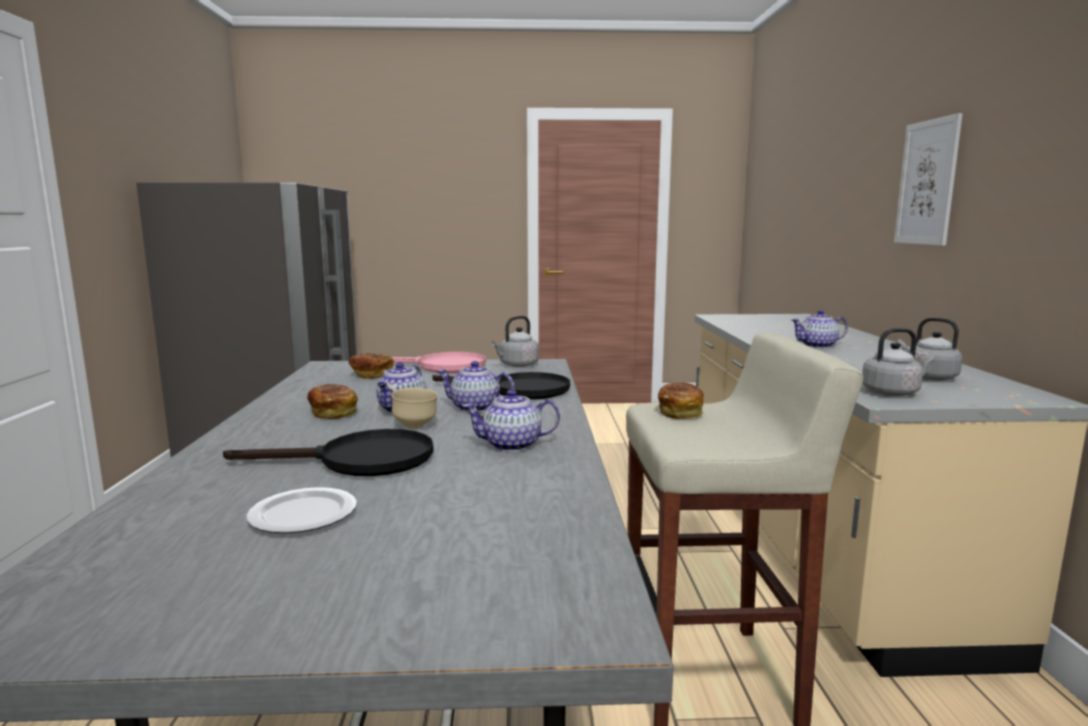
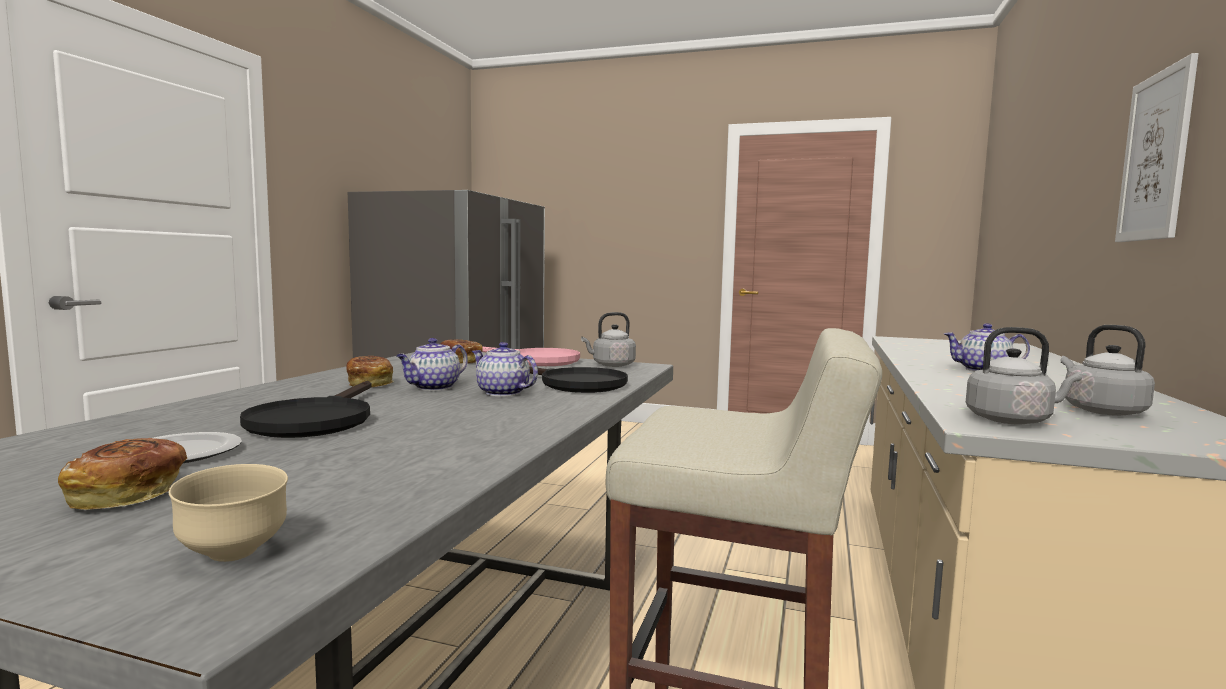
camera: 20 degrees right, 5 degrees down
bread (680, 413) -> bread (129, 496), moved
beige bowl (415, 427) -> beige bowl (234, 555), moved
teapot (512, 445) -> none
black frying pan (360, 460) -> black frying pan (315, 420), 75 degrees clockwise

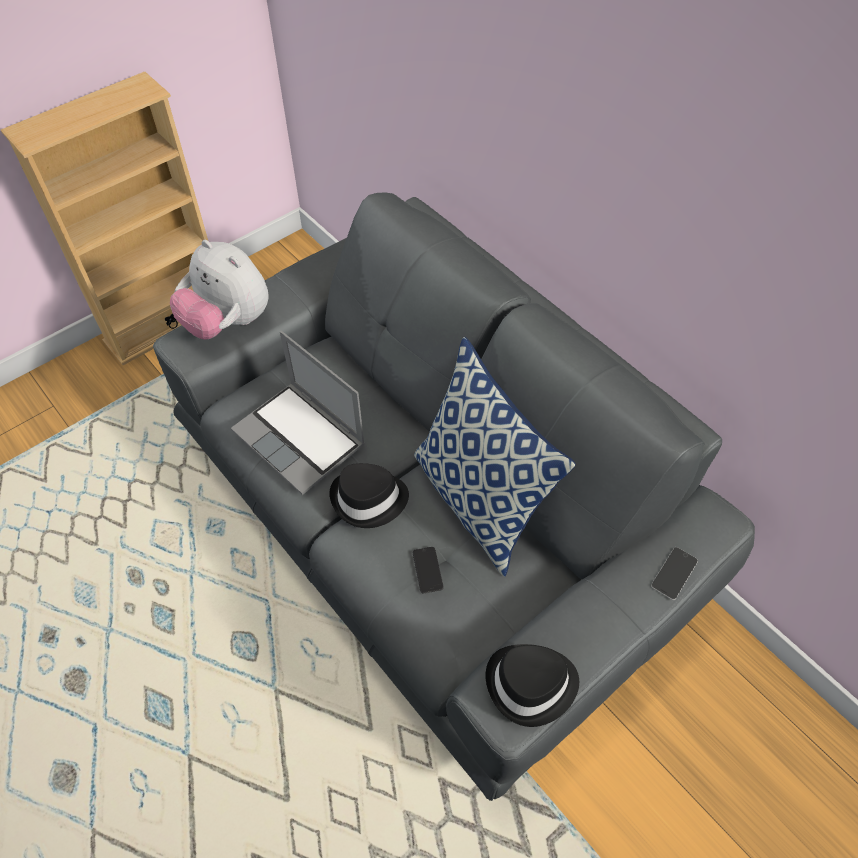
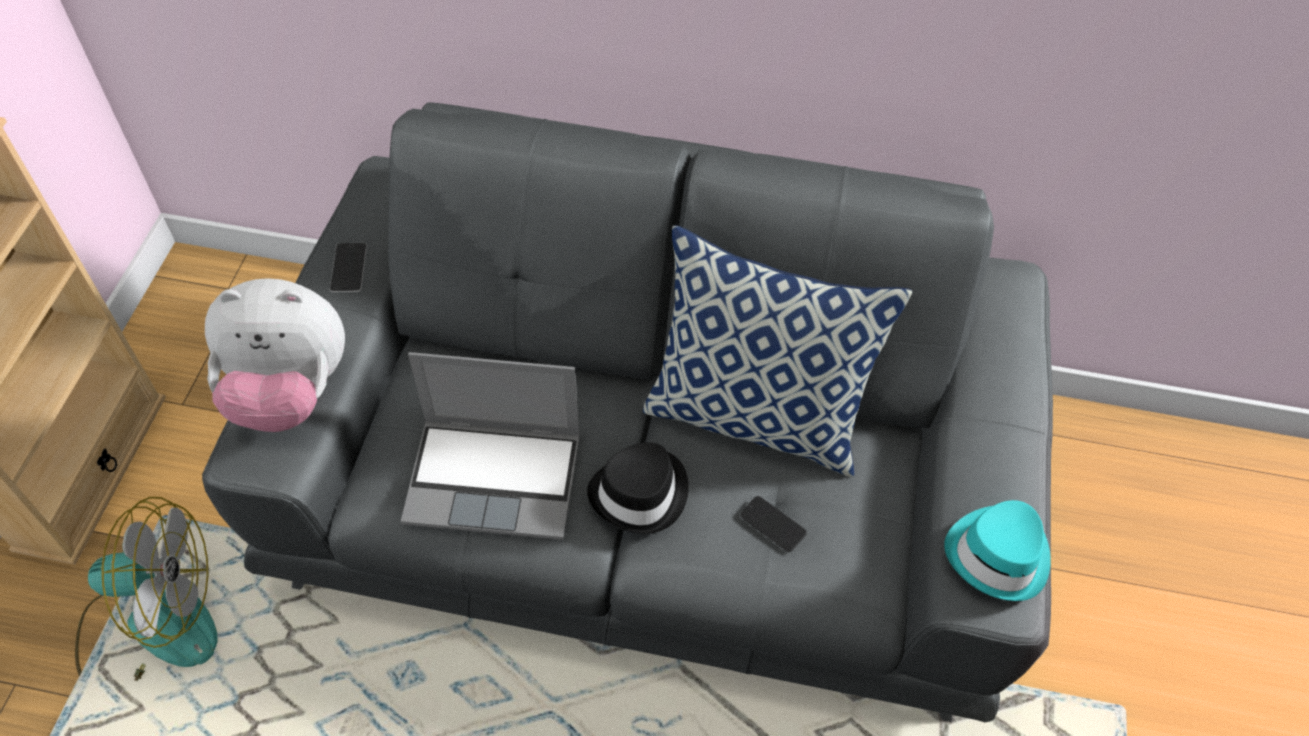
camera: 40 degrees left, 0 degrees up
phone (674, 573) -> phone (348, 267), moved
black hat (531, 685) -> turquoise hat (999, 555)
none -> fan (151, 626)

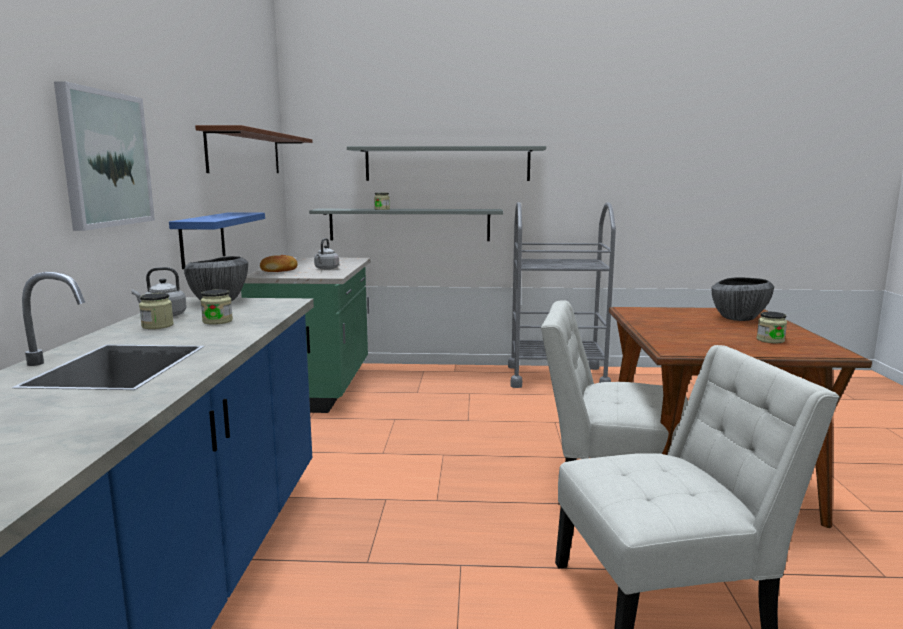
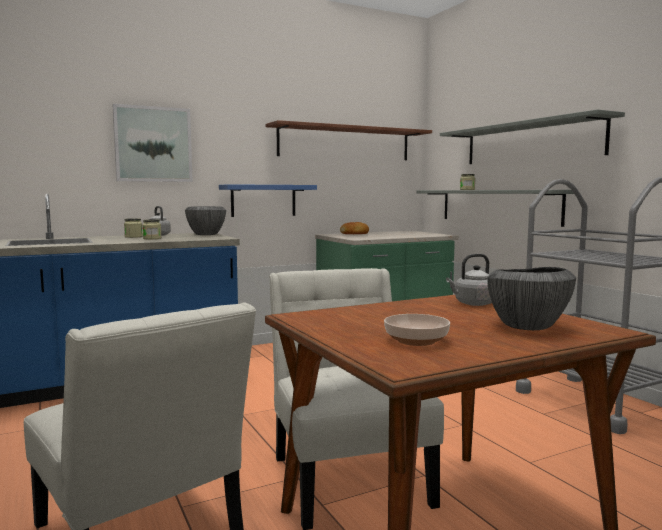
camera: 60 degrees right, 5 degrees down
grey kettle (326, 269) -> grey kettle (473, 304), moved
jar (770, 340) -> bowl (417, 340)

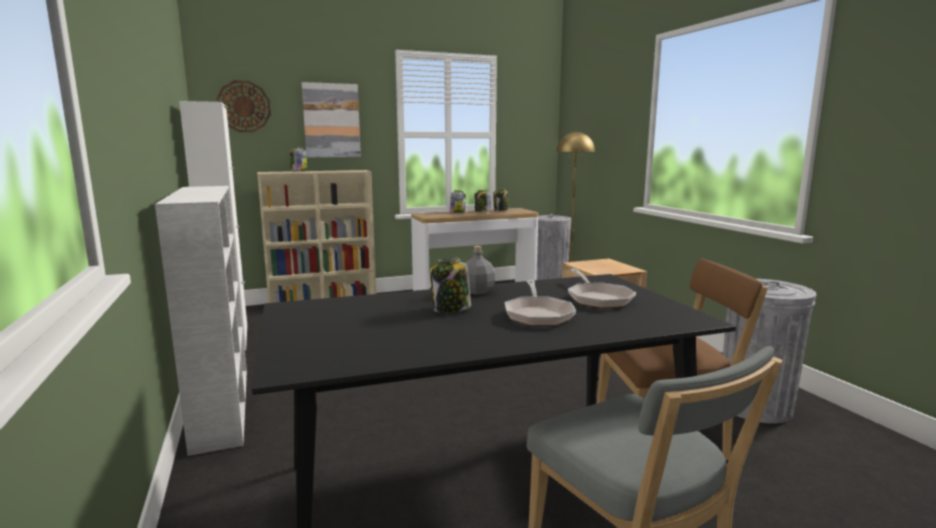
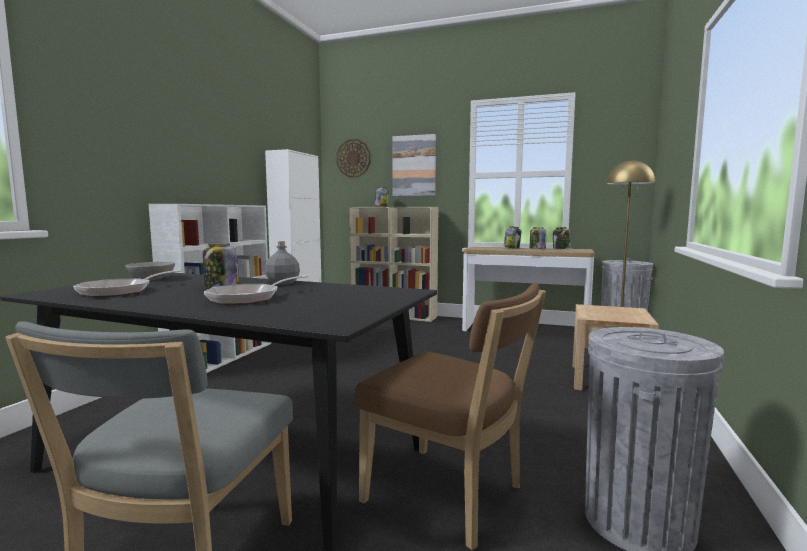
camera: 40 degrees right, 5 degrees down
frying pan (598, 298) -> frying pan (120, 291), moved
none -> grey bowl (151, 279)

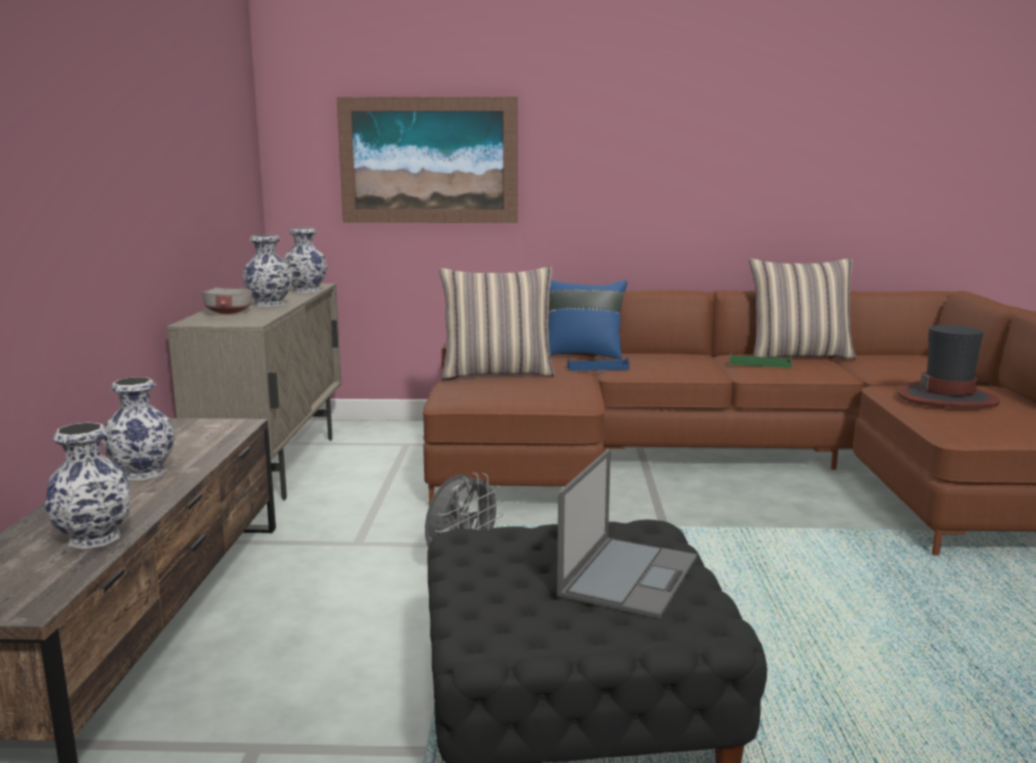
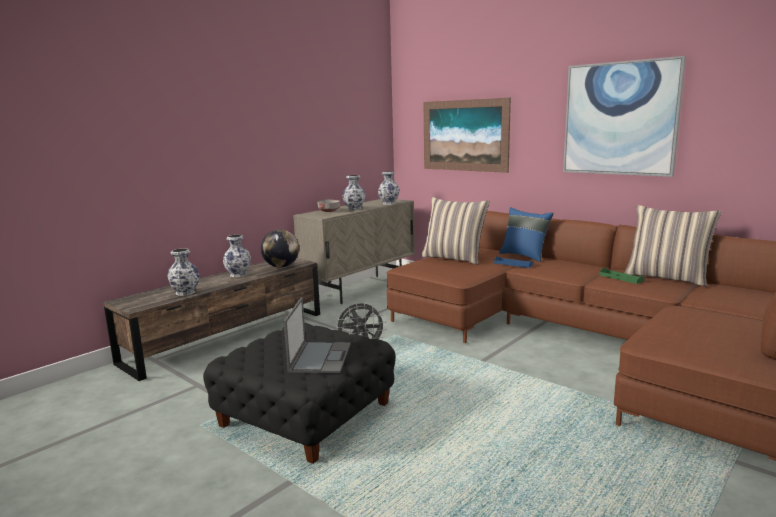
camera: 40 degrees right, 0 degrees up
hat (947, 398) -> none
laptop (629, 575) -> laptop (320, 357), 60 degrees counterclockwise
none -> picture (620, 119)
none -> globe (281, 266)

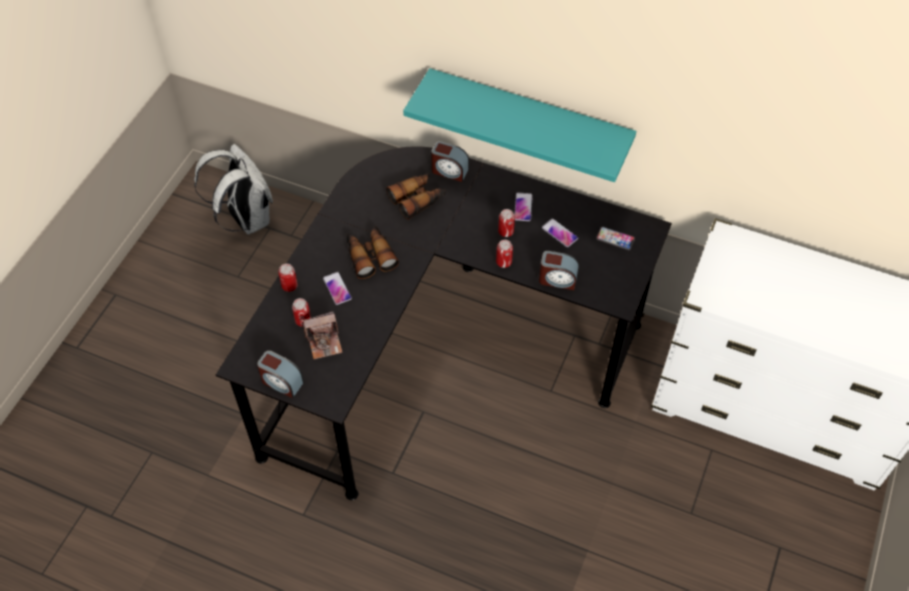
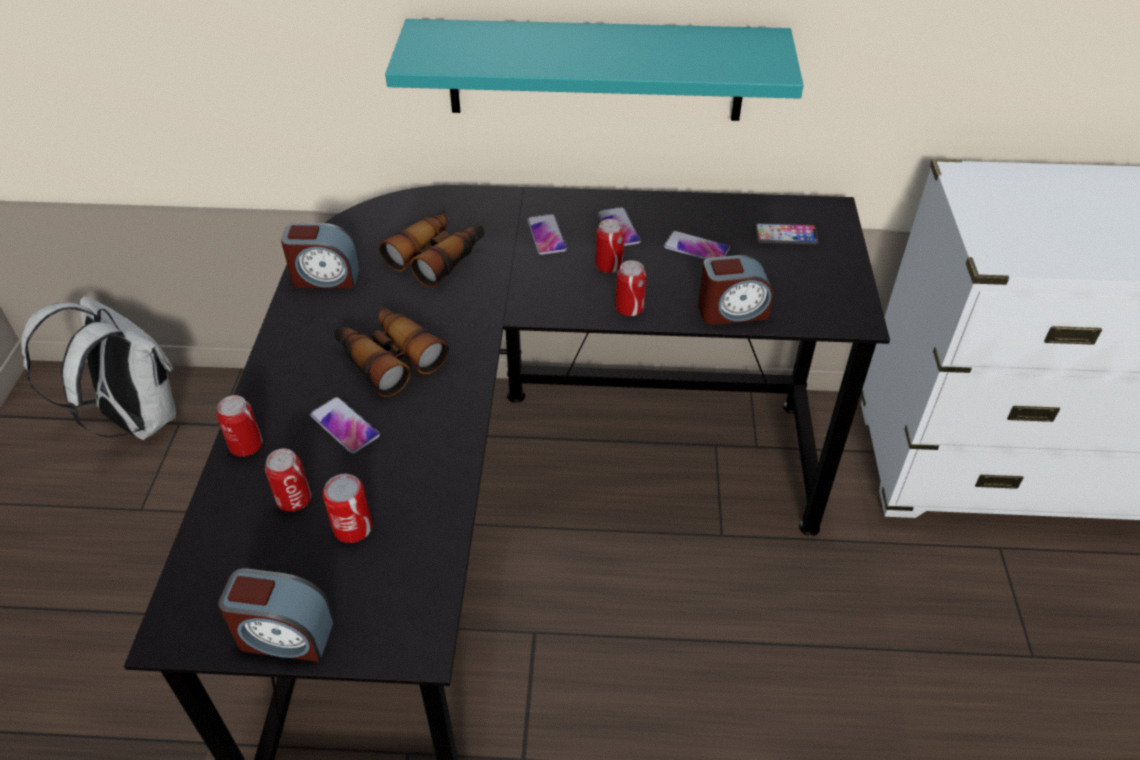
camera: 20 degrees left, 10 degrees down
alarm clock (449, 171) -> alarm clock (325, 277), moved
photo camera (324, 342) -> can (353, 528)
none -> phone (546, 235)

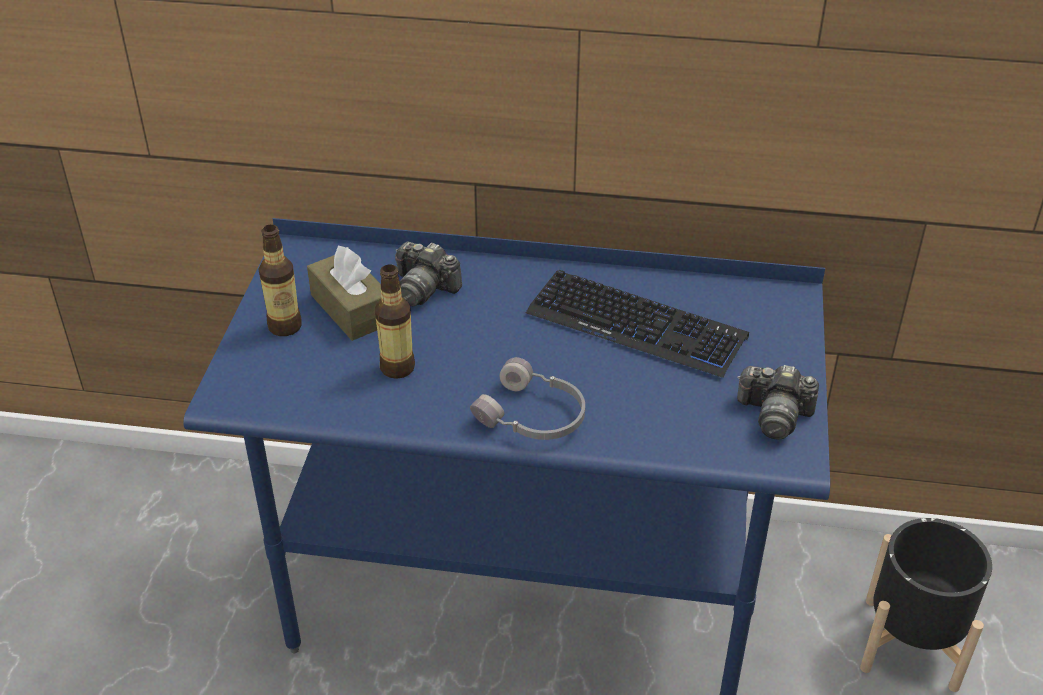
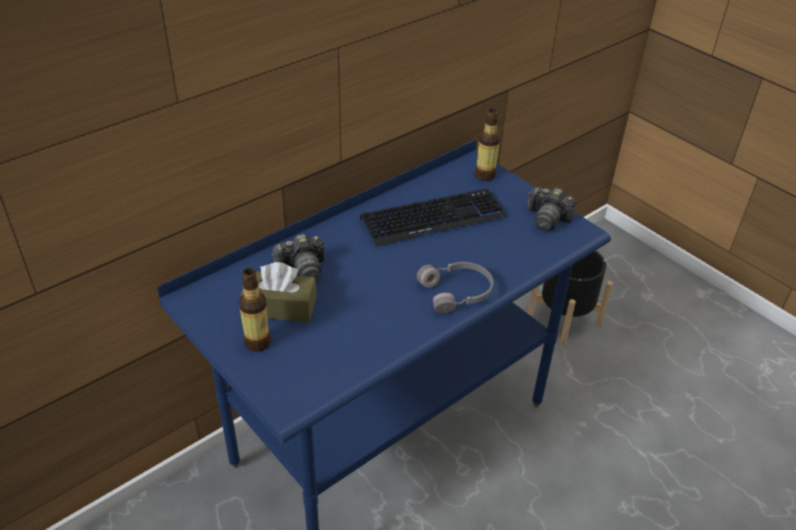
camera: 50 degrees left, 0 degrees up
bottle (397, 367) -> bottle (485, 175), moved
photo camera (774, 415) -> photo camera (547, 219), 60 degrees clockwise

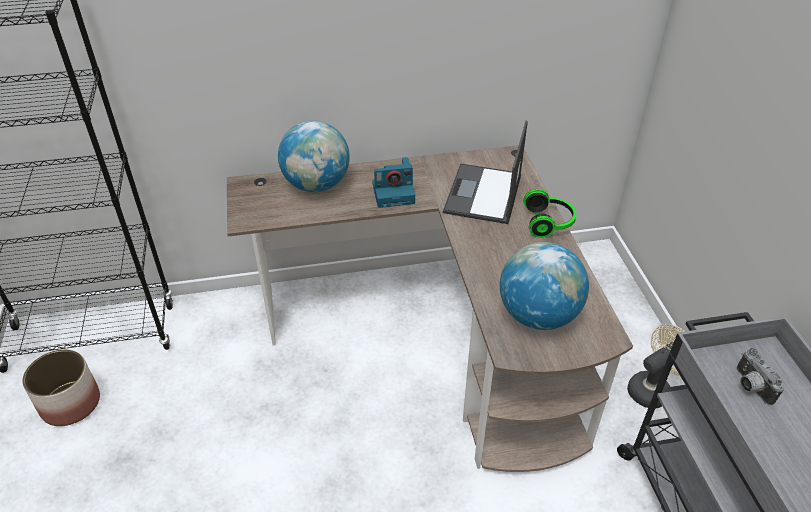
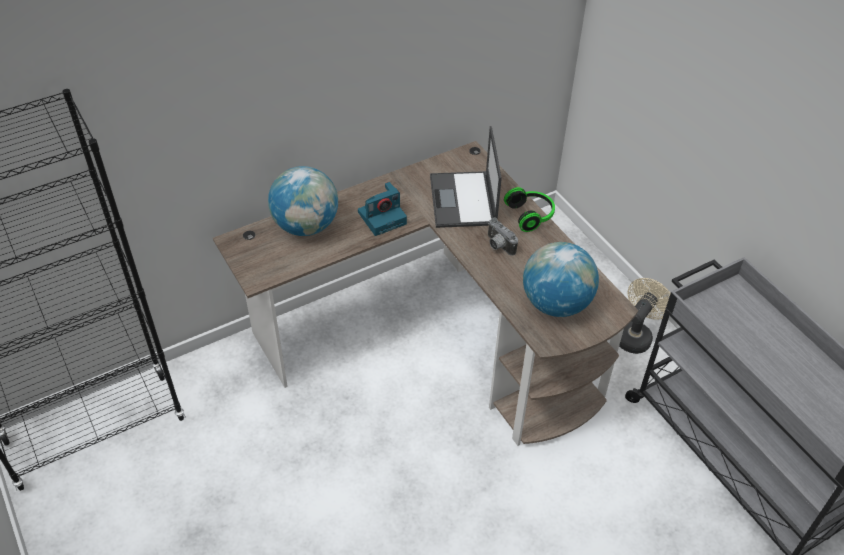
camera: 20 degrees left, 5 degrees up
photo camera (750, 386) -> photo camera (498, 246), moved
planter (70, 403) -> none

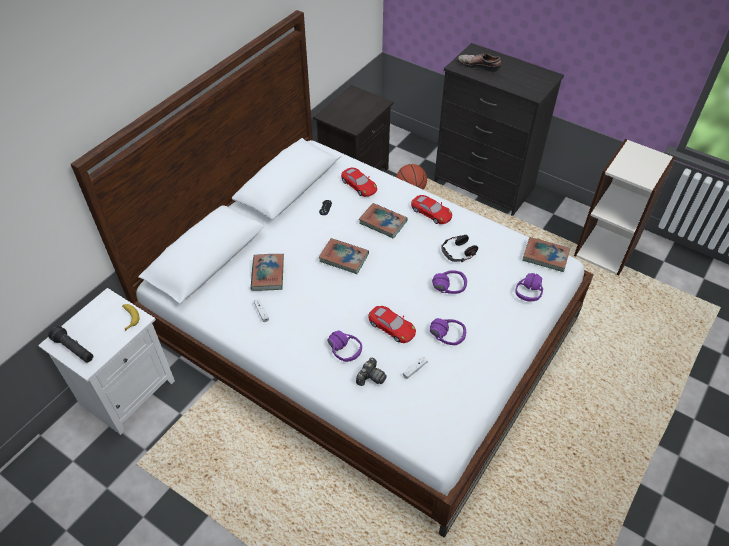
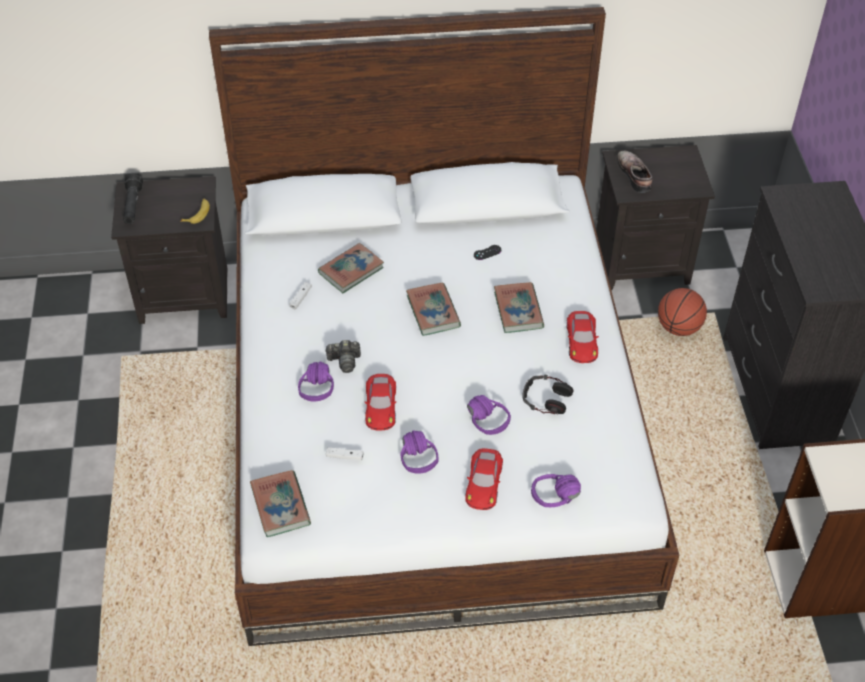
camera: 50 degrees right, 0 degrees up
shoe (479, 65) -> shoe (636, 175), moved
red toy car (359, 185) -> red toy car (484, 482), moved
book (545, 256) -> book (280, 506), moved
white nightstand (128, 391) -> black nightstand (185, 294)
photo camera (370, 377) -> photo camera (344, 361), moved

